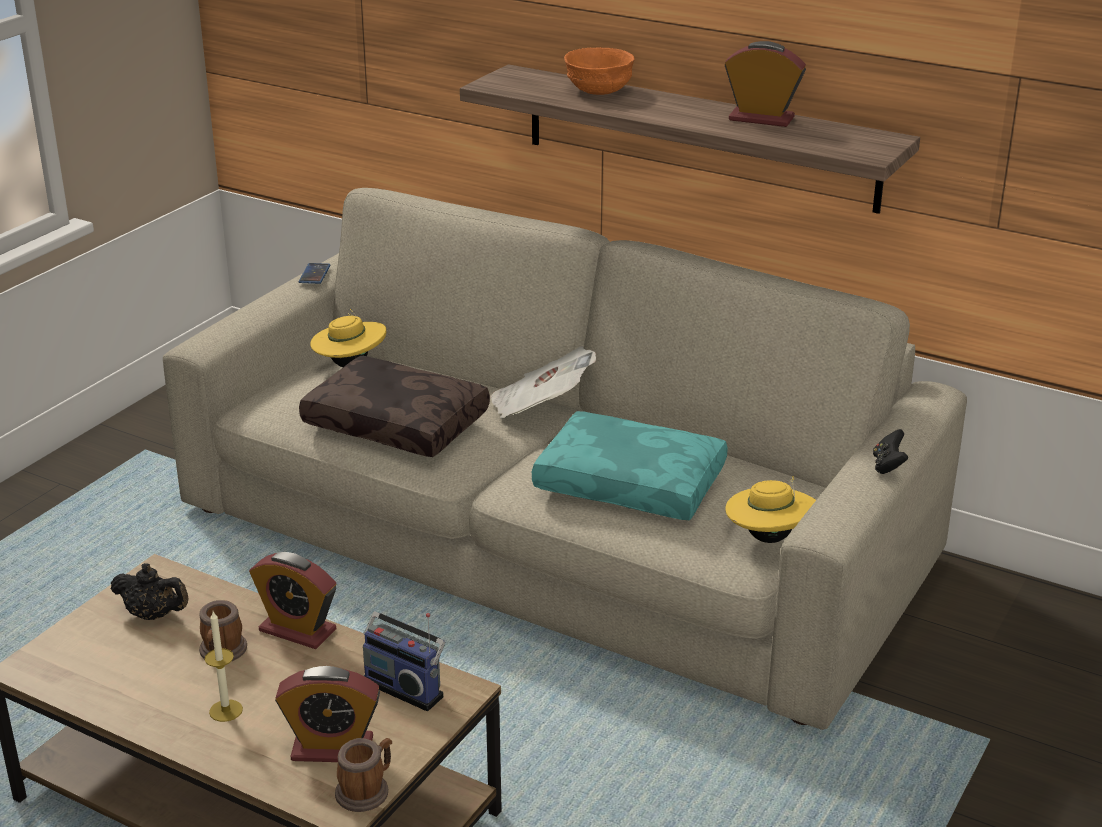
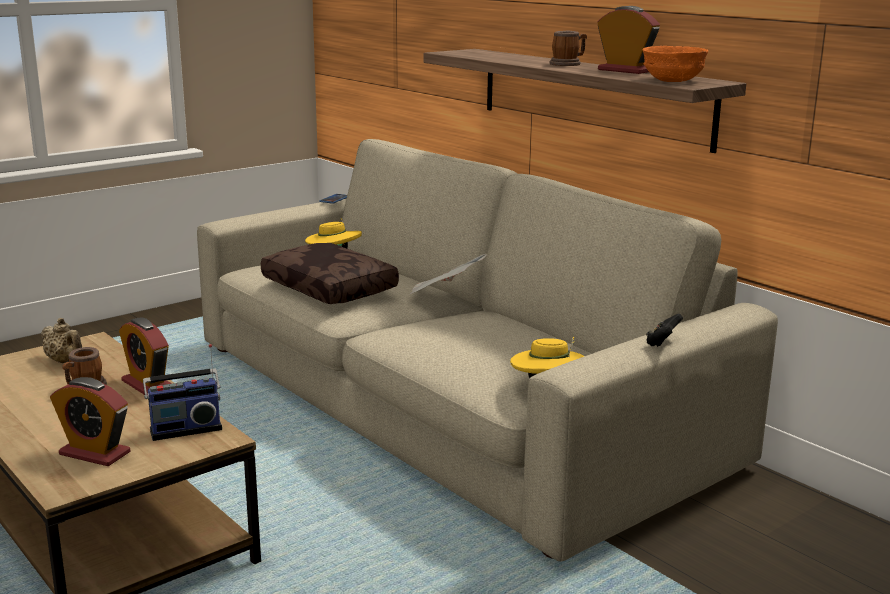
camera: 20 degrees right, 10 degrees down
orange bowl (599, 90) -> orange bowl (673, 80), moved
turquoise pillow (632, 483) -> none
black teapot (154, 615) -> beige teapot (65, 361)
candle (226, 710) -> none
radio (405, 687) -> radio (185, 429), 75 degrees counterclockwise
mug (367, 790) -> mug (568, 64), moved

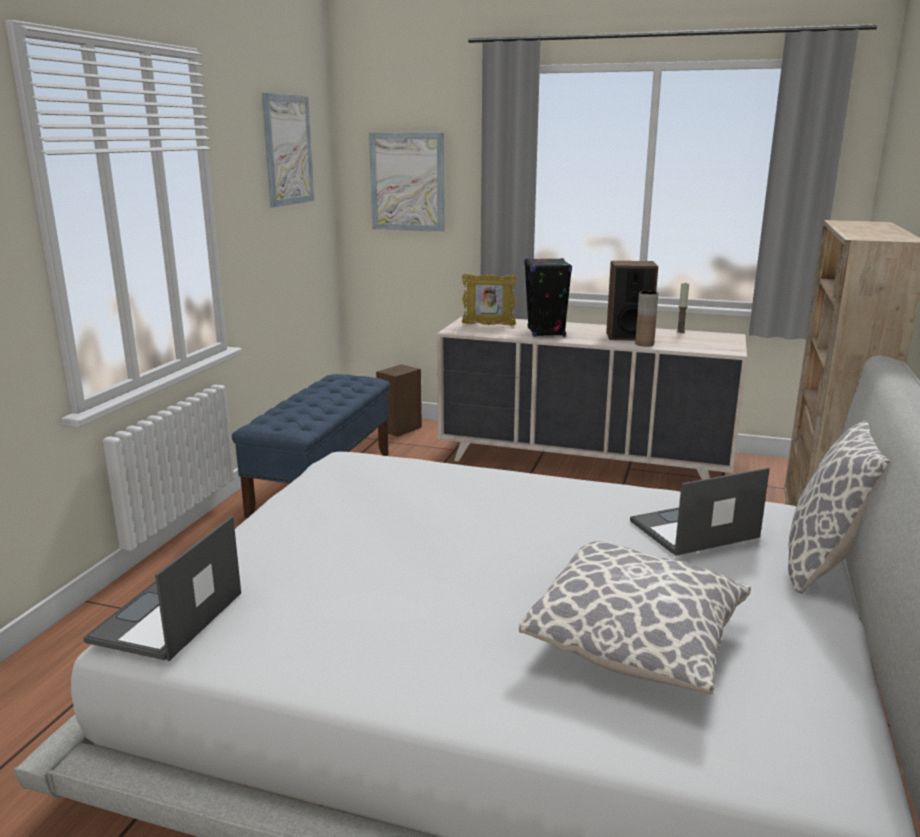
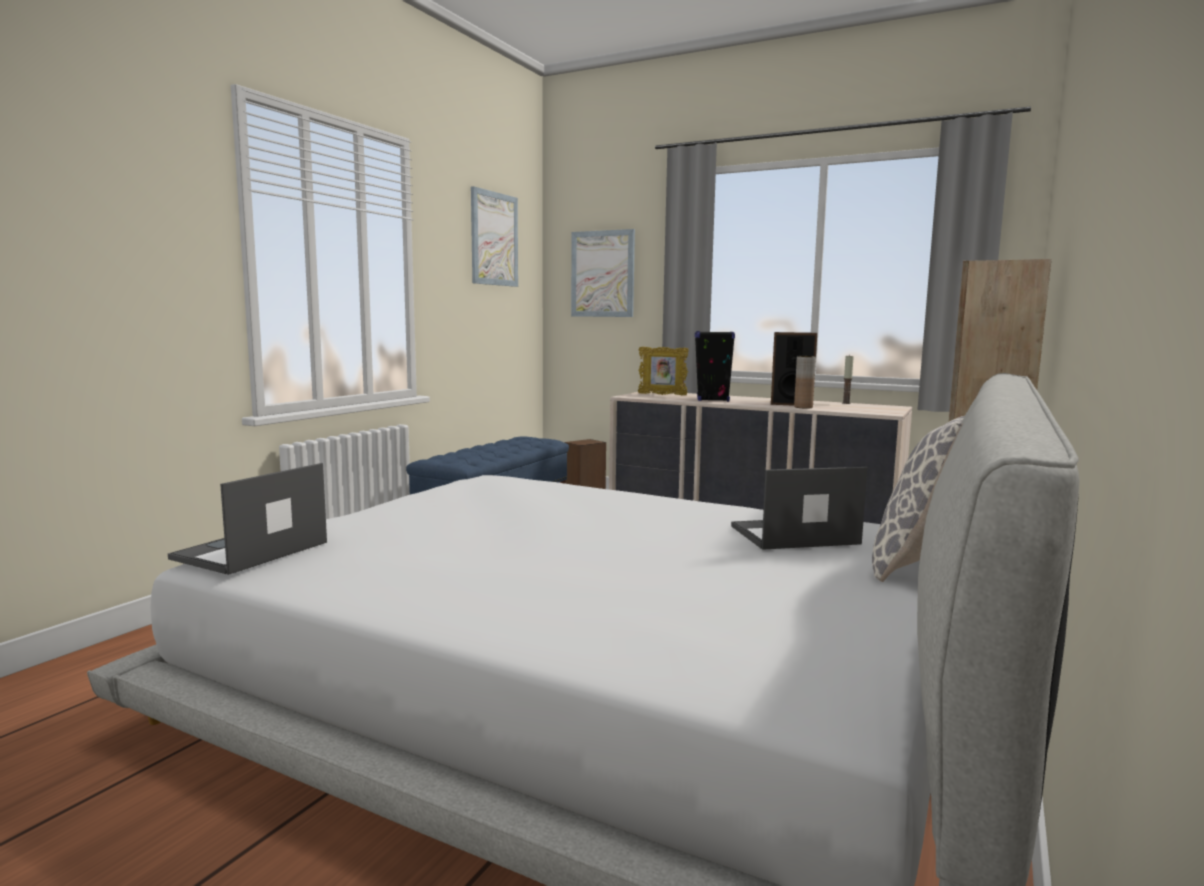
camera: 10 degrees right, 10 degrees down
pillow (636, 642) -> none

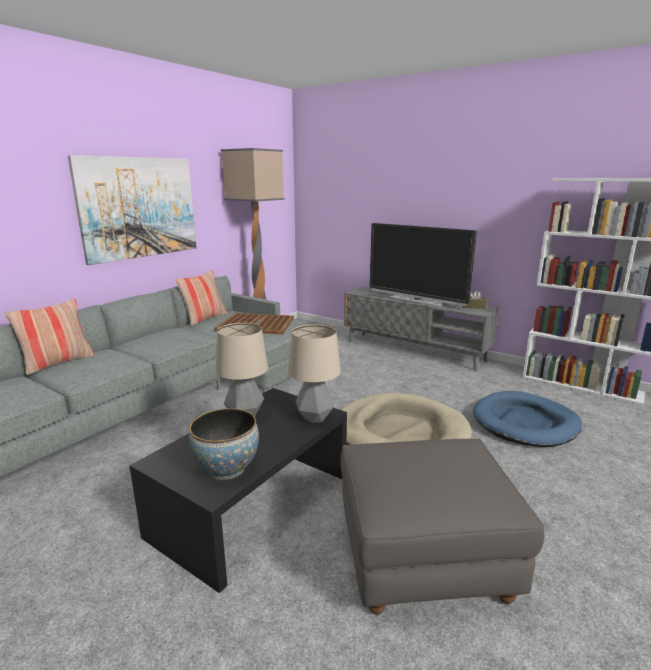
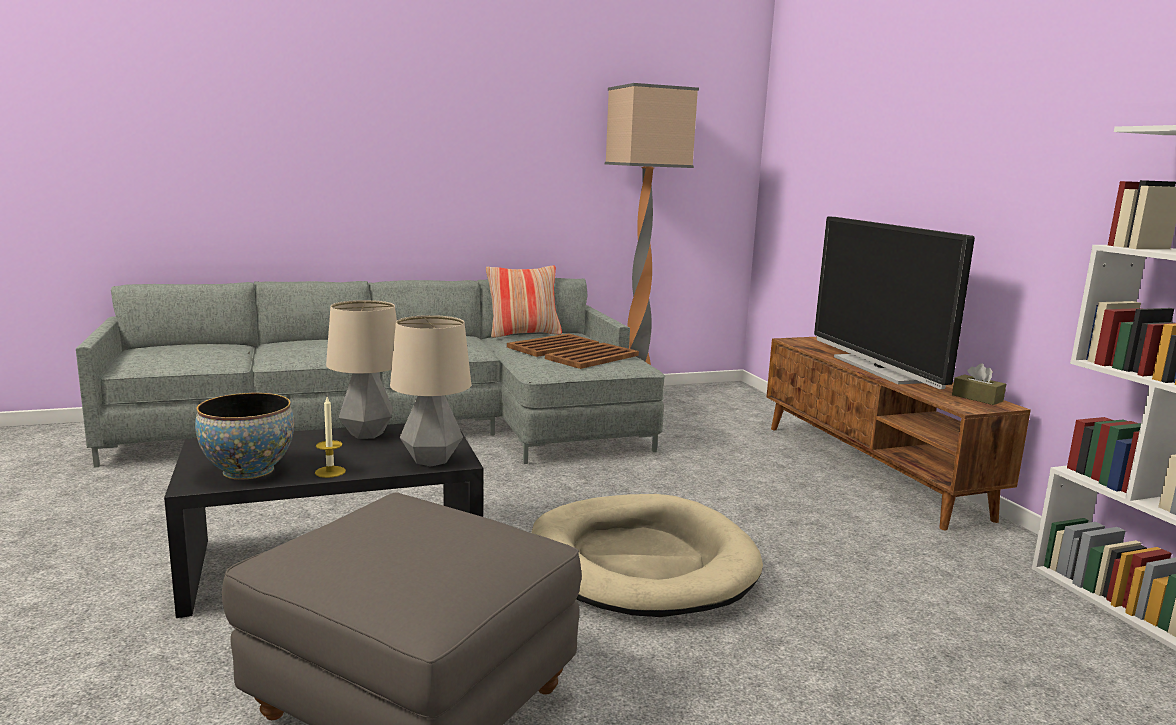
camera: 35 degrees right, 5 degrees down
picture (139, 208) -> none
grey tv stand (414, 350) -> brown tv stand (870, 469)
pillow (58, 362) -> none
blue dog bed (525, 423) -> none
none -> candle (330, 472)

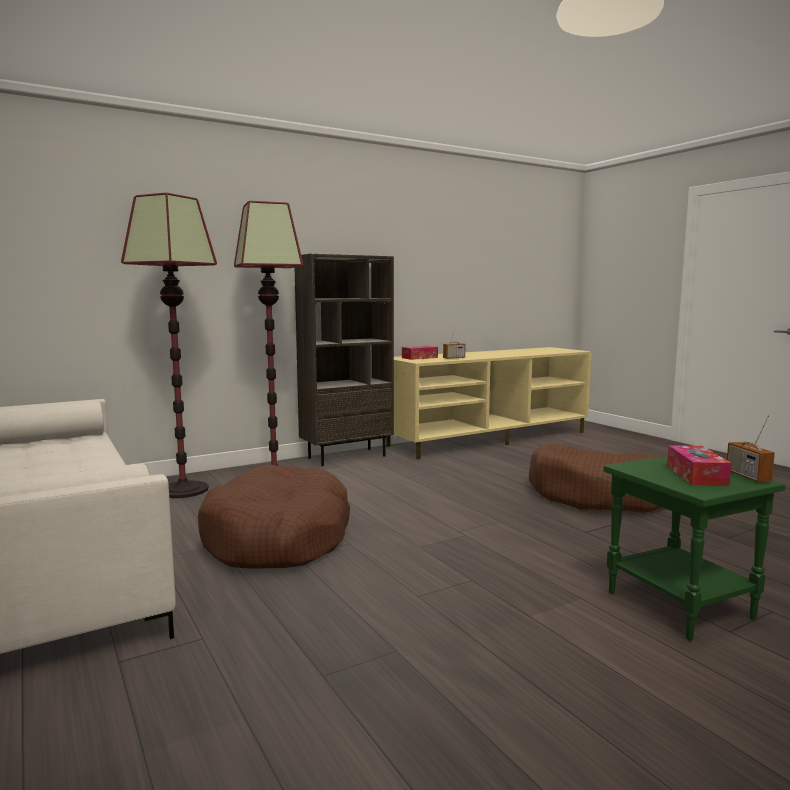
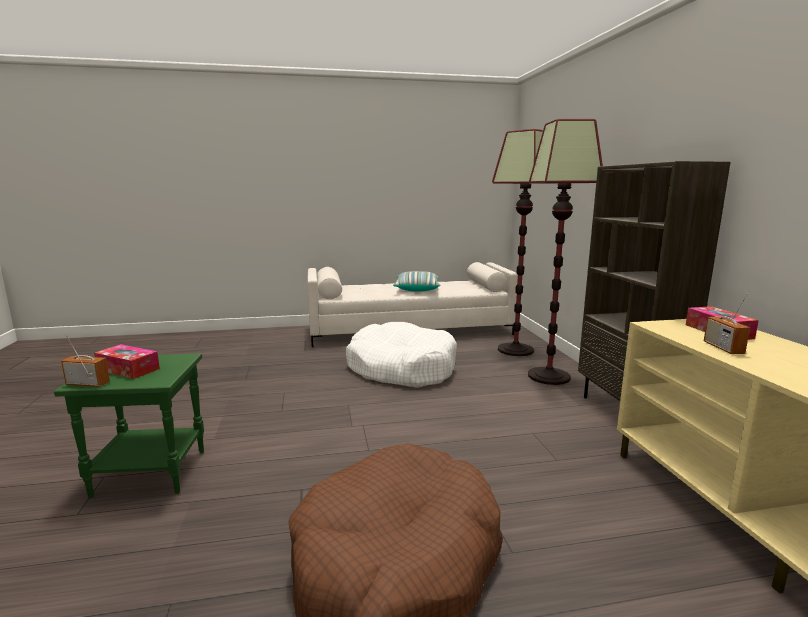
camera: 110 degrees right, 5 degrees up
brown dog bed (278, 538) -> white dog bed (401, 368)
none -> pillow (417, 289)

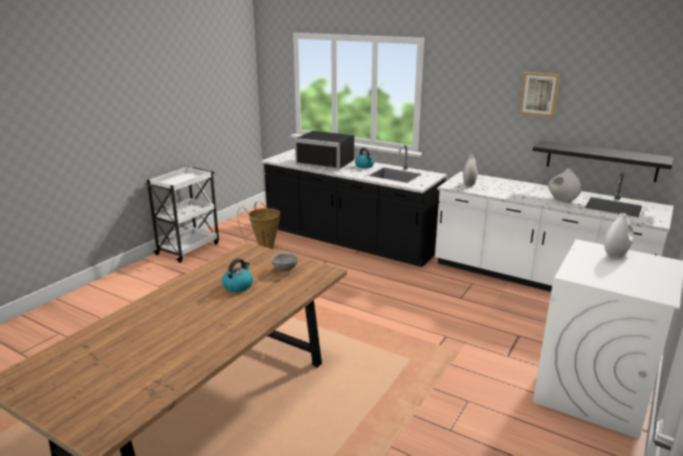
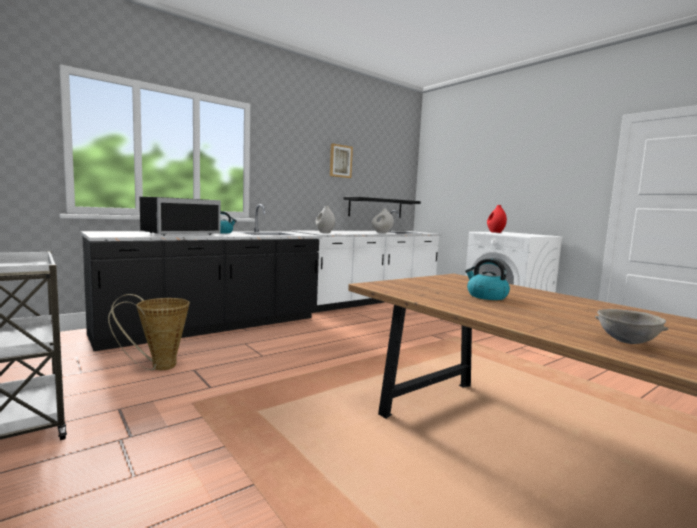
camera: 70 degrees left, 15 degrees down
white vase (615, 255) -> red vase (495, 232)
grey bowl (284, 270) -> grey bowl (627, 342), moved

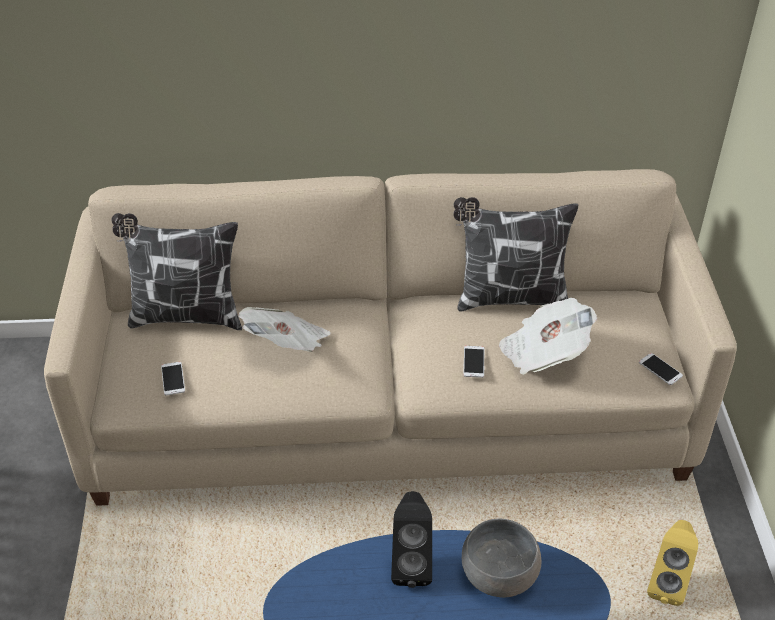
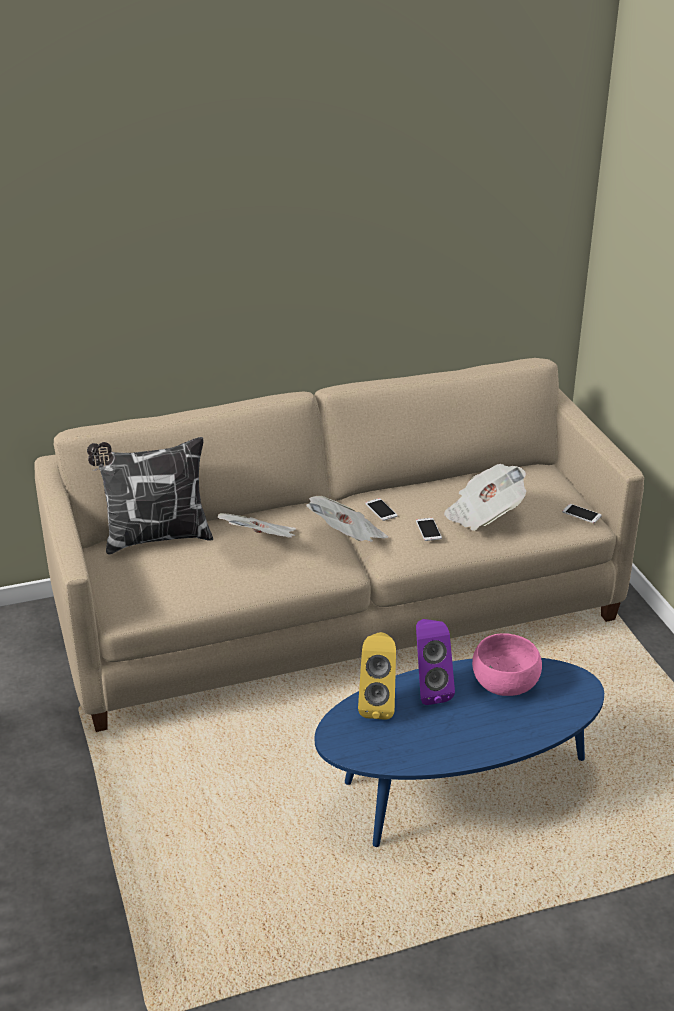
camera: 15 degrees left, 10 degrees down
pillow (509, 298) -> none
phone (173, 379) -> phone (381, 510), moved
black speaker (411, 564) -> purple speaker (429, 690)
grey bowl (499, 575) -> pink bowl (505, 684)
yellow speaker (667, 583) -> yellow speaker (378, 705), moved
none -> newspaper (347, 537)

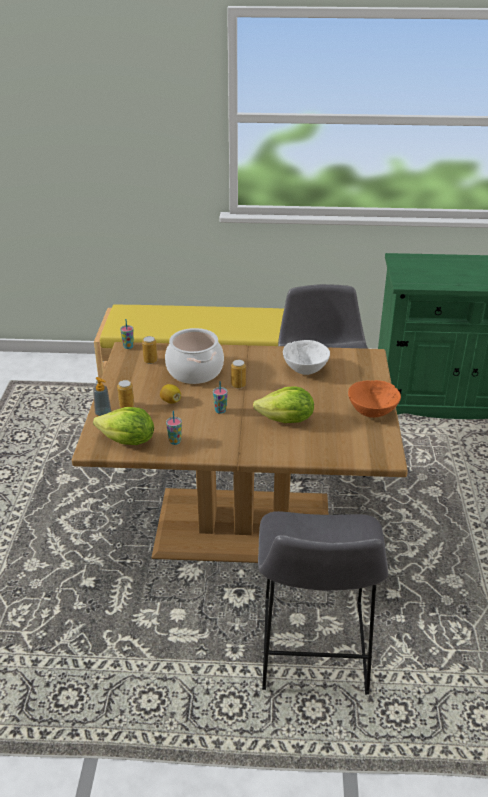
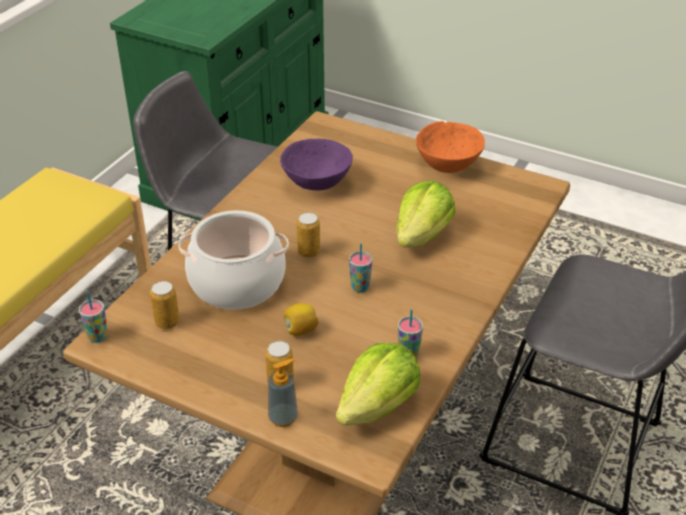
camera: 65 degrees left, 5 degrees up
white bowl (306, 370) -> purple bowl (317, 183)

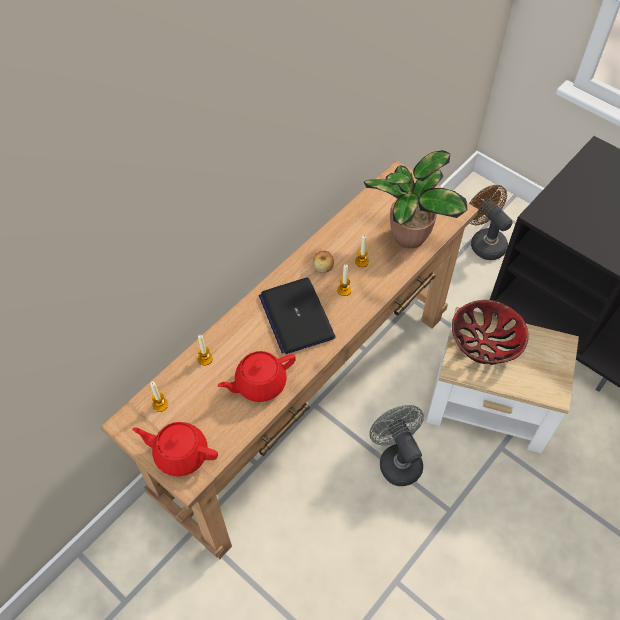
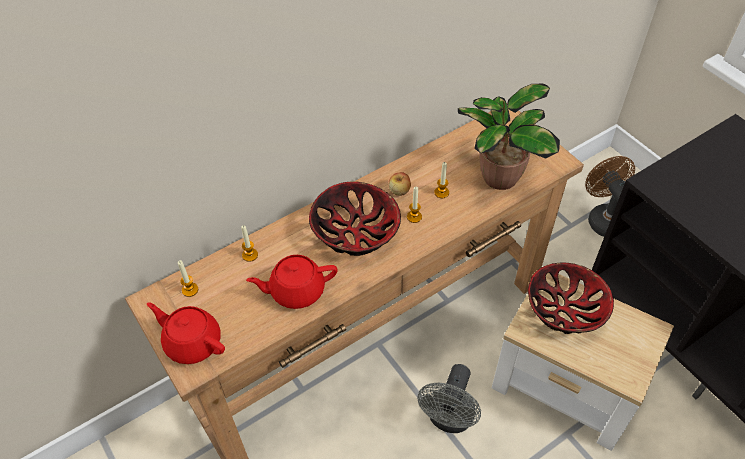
camera: 15 degrees right, 5 degrees down
laptop (296, 316) -> bowl (356, 232)
grey fan (397, 459) -> grey fan (449, 419), 150 degrees counterclockwise

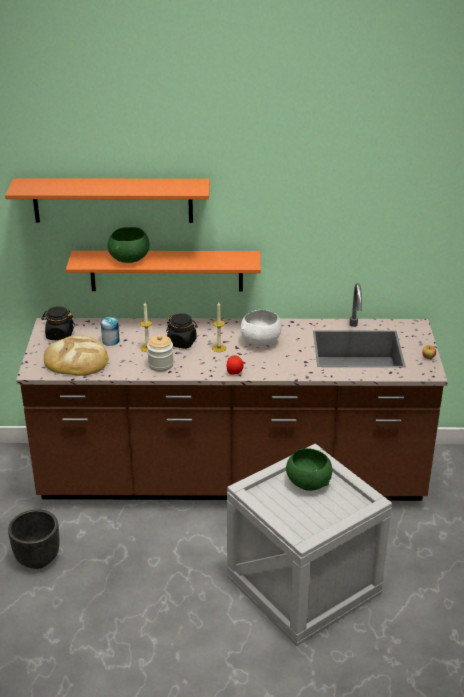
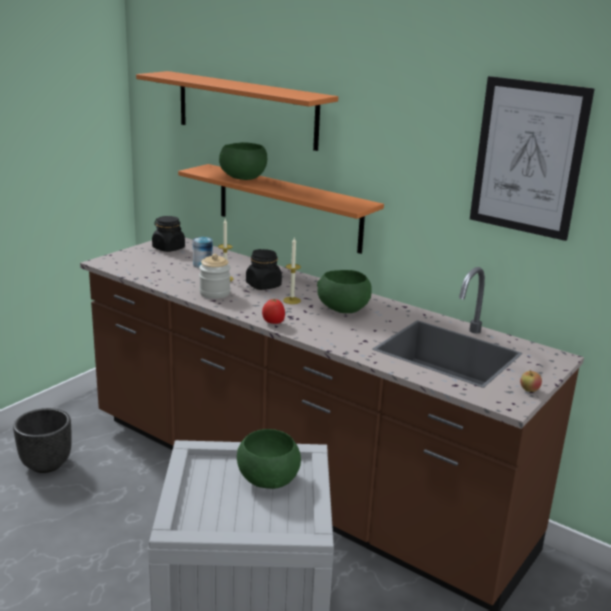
camera: 35 degrees right, 10 degrees down
white bowl (260, 342) -> green bowl (342, 310)
bread (76, 360) -> none
none -> picture (528, 158)

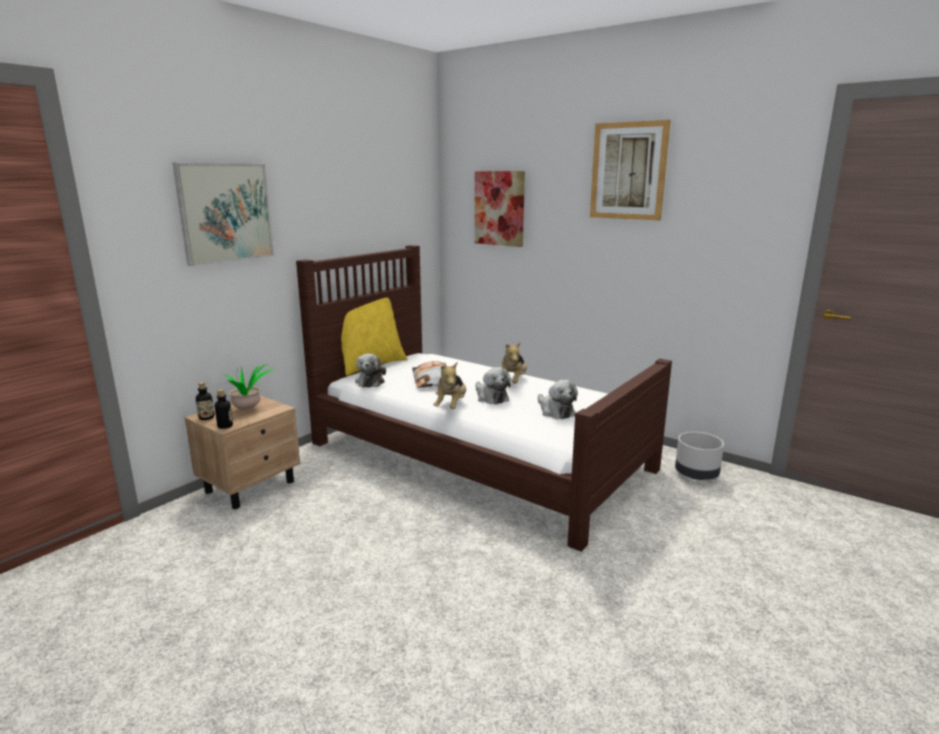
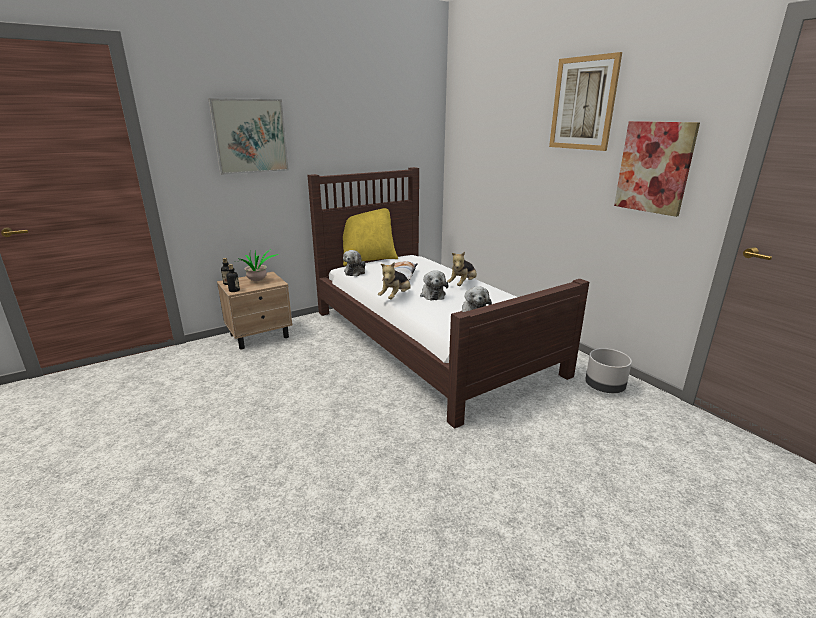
camera: 20 degrees right, 5 degrees up
picture (499, 208) -> picture (654, 167), moved

